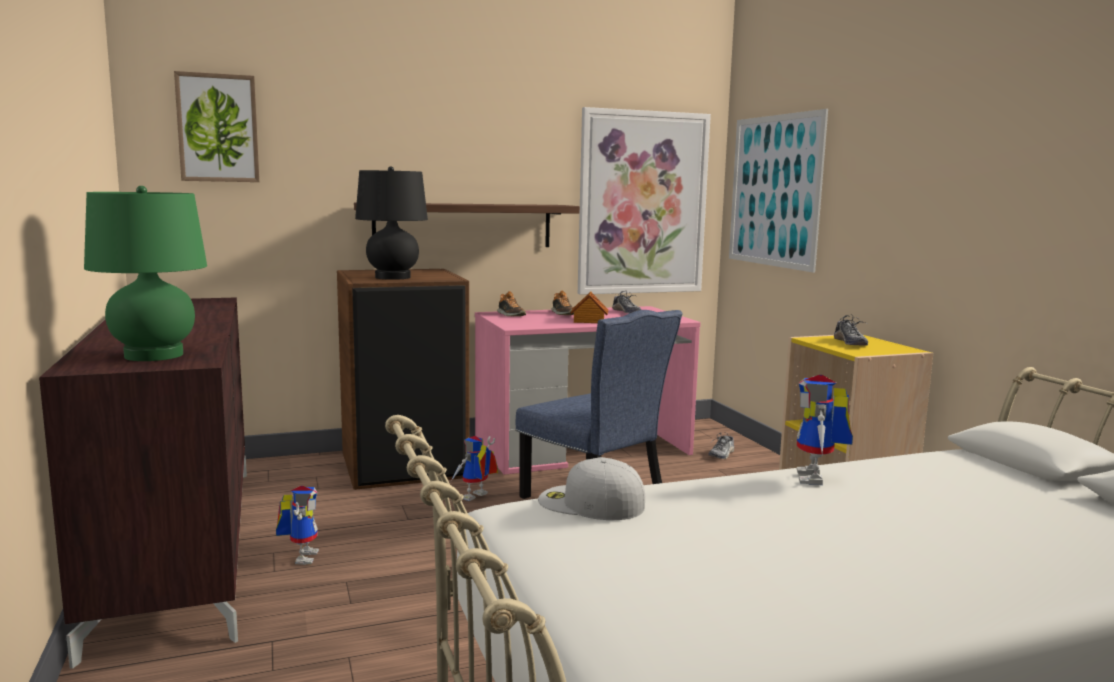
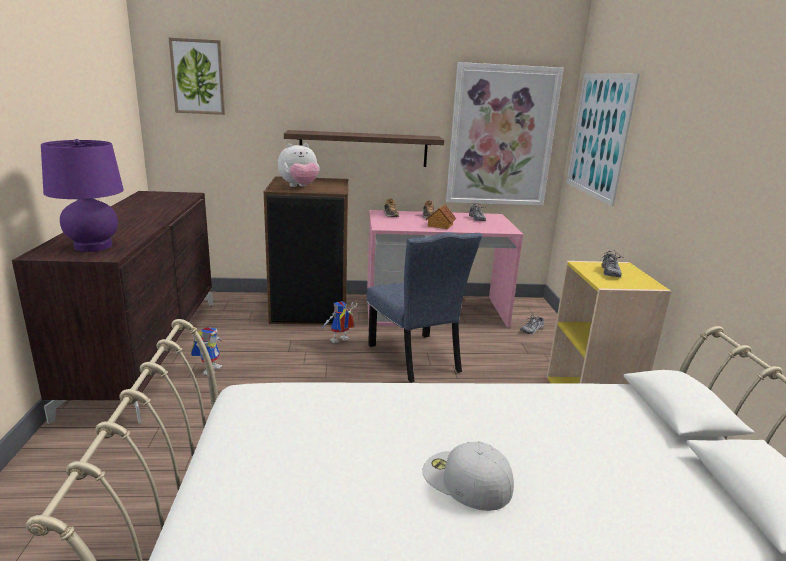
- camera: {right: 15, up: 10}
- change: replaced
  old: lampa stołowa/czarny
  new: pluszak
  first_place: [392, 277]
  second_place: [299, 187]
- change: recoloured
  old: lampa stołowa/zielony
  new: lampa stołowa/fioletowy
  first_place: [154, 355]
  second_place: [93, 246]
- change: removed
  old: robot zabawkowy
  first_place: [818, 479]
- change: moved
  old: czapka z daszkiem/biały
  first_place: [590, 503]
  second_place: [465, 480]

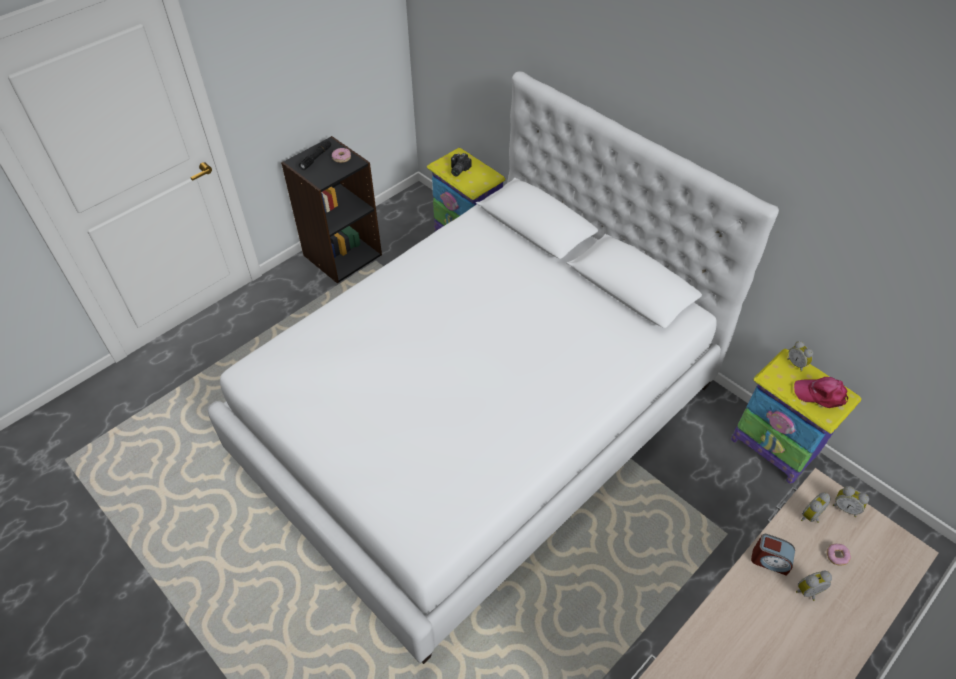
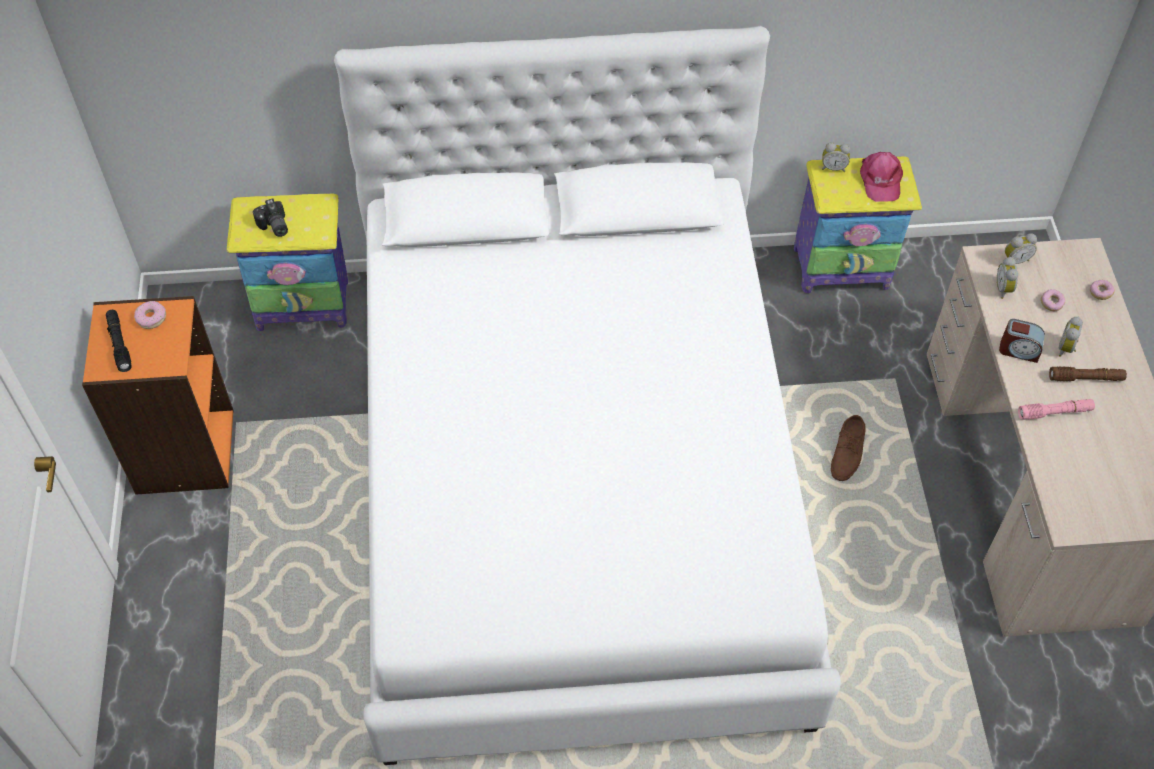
- camera: {right: -50, up: 5}
- change: recoloured
  old: regał/czarny
  new: regał/pomarańczowy
  first_place: [342, 254]
  second_place: [183, 451]
- change: turned
  old: czapka z daszkiem/różowy
  first_place: [821, 394]
  second_place: [880, 180]
  degrees: -60
- change: turned
  old: budzik
  first_place: [769, 560]
  second_place: [1019, 350]
  degrees: 45
- change: added
  new: donut
  second_place: [1100, 293]
- change: added
  new: latarka/brązowy
  second_place: [1086, 378]
- change: added
  new: latarka/różowy
  second_place: [1055, 412]
- change: added
  new: but/brązowy
  second_place: [848, 452]

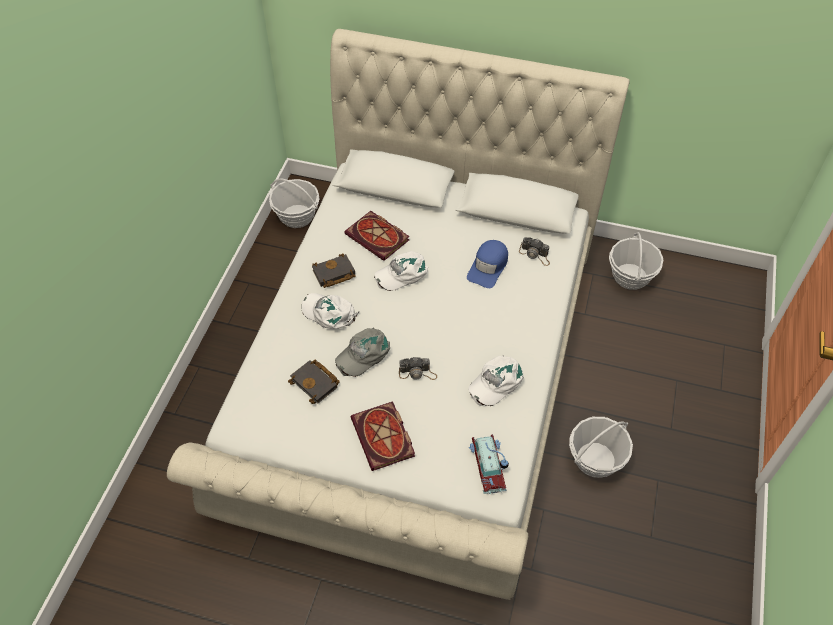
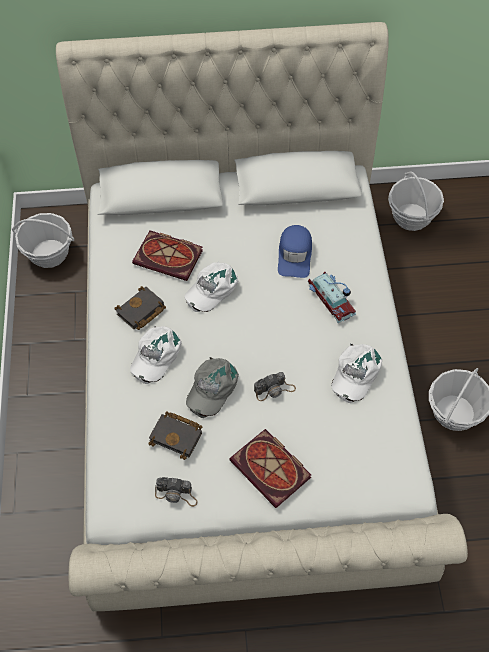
- camera: {right: -20, up: 5}
- change: moved
  old: aparat fotograficzny
  first_place: [535, 255]
  second_place: [176, 494]
- change: turned
  old: czapka z daszkiem/biały
  first_place: [329, 313]
  second_place: [155, 355]
  degrees: -75
- change: moved
  old: samochodzik
  first_place: [489, 464]
  second_place: [332, 298]

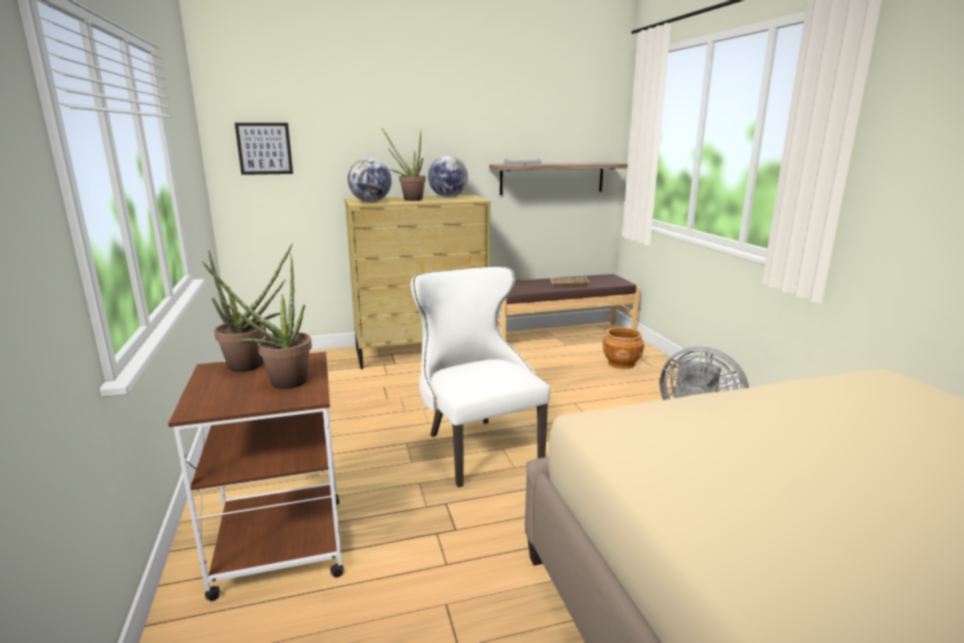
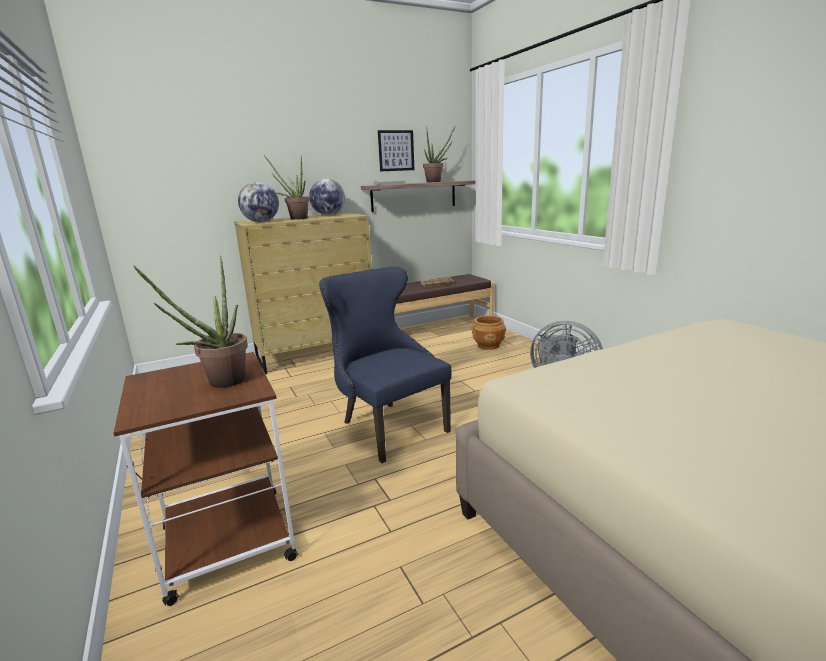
- camera: {right: -10, up: 0}
- change: moved
  old: obraz
  first_place: [264, 148]
  second_place: [396, 150]
- change: moved
  old: roślina doniczkowa
  first_place: [254, 365]
  second_place: [436, 182]
- change: recoloured
  old: krzesło/biały
  new: krzesło/niebieski
  first_place: [477, 447]
  second_place: [389, 427]

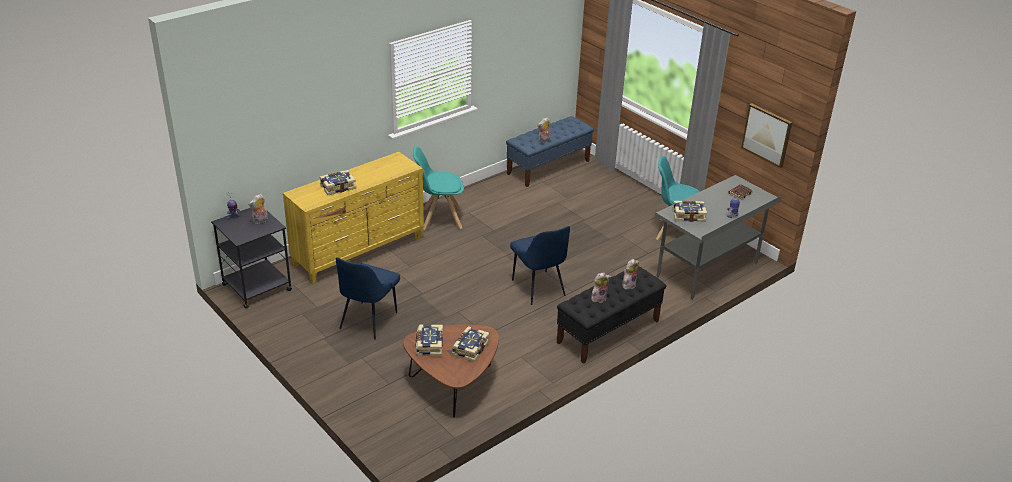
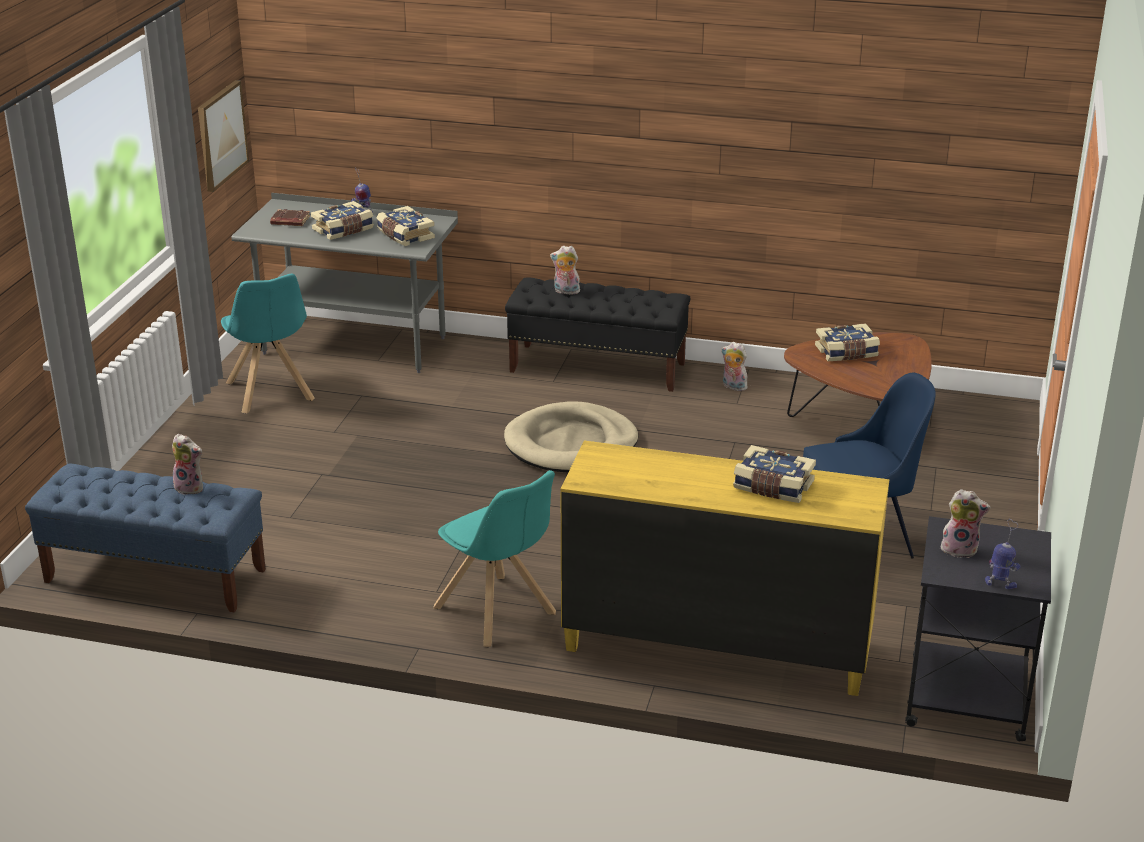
- camera: {right: -125, up: -5}
- change: replaced
  old: krzesło/niebieski
  new: legowisko/beżowy
  first_place: [539, 288]
  second_place: [571, 444]
- change: moved
  old: pluszak
  first_place: [599, 298]
  second_place: [733, 387]
- change: moved
  old: książka
  first_place: [429, 345]
  second_place: [343, 230]

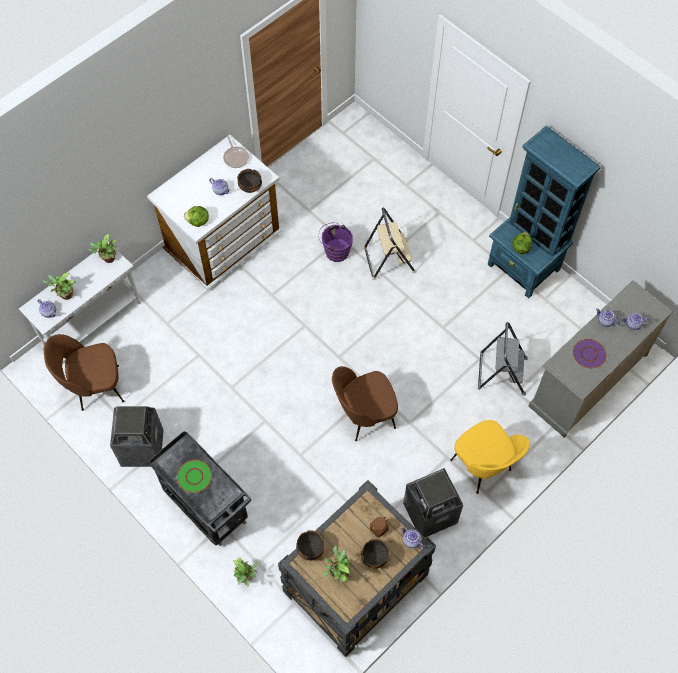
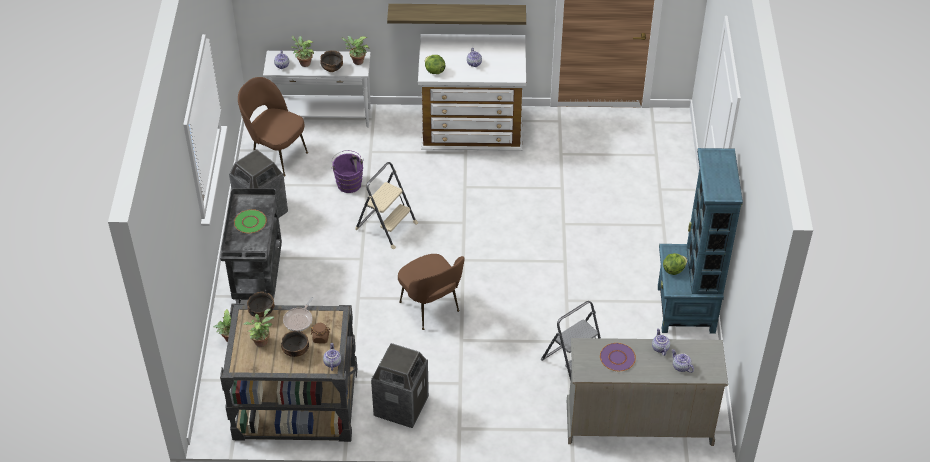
- camera: {right: 45, up: -15}
- change: moved
  old: patelnia
  first_place: [235, 157]
  second_place: [299, 320]
- change: moved
  old: miska
  first_place: [250, 187]
  second_place: [332, 69]
- change: moved
  old: drabinka/beżowy
  first_place: [387, 259]
  second_place: [384, 225]
- change: moved
  old: wiadro/fioletowy
  first_place: [335, 251]
  second_place: [349, 182]
- change: turned
  old: krzesło/brązowy
  first_place: [363, 417]
  second_place: [431, 310]
  degrees: -150
- change: removed
  old: krzesło/żółty
  first_place: [483, 469]
- change: added
  new: półka
  second_place: [457, 13]

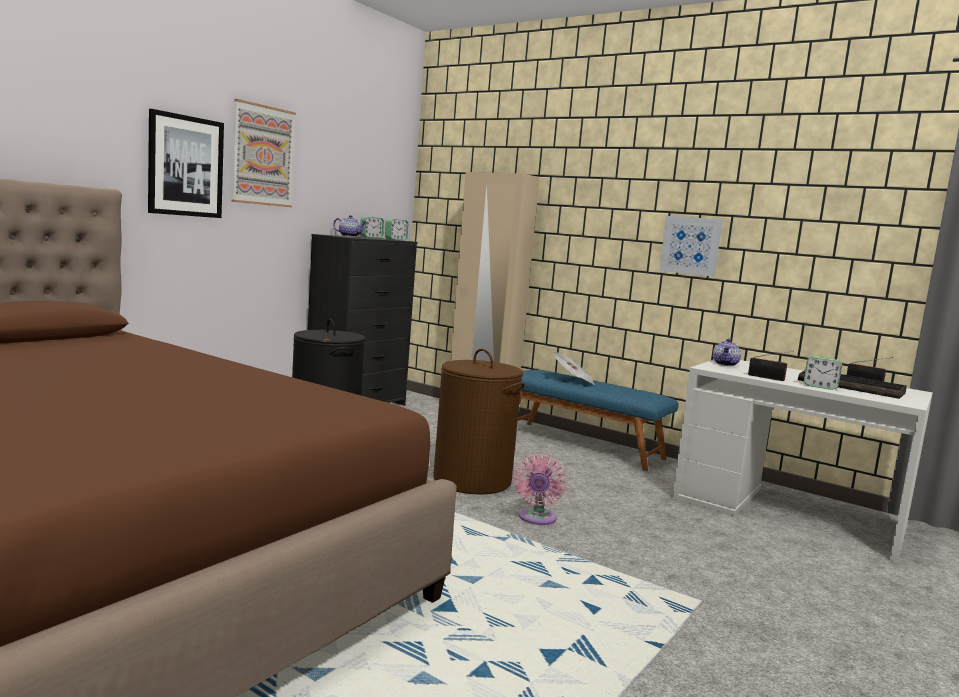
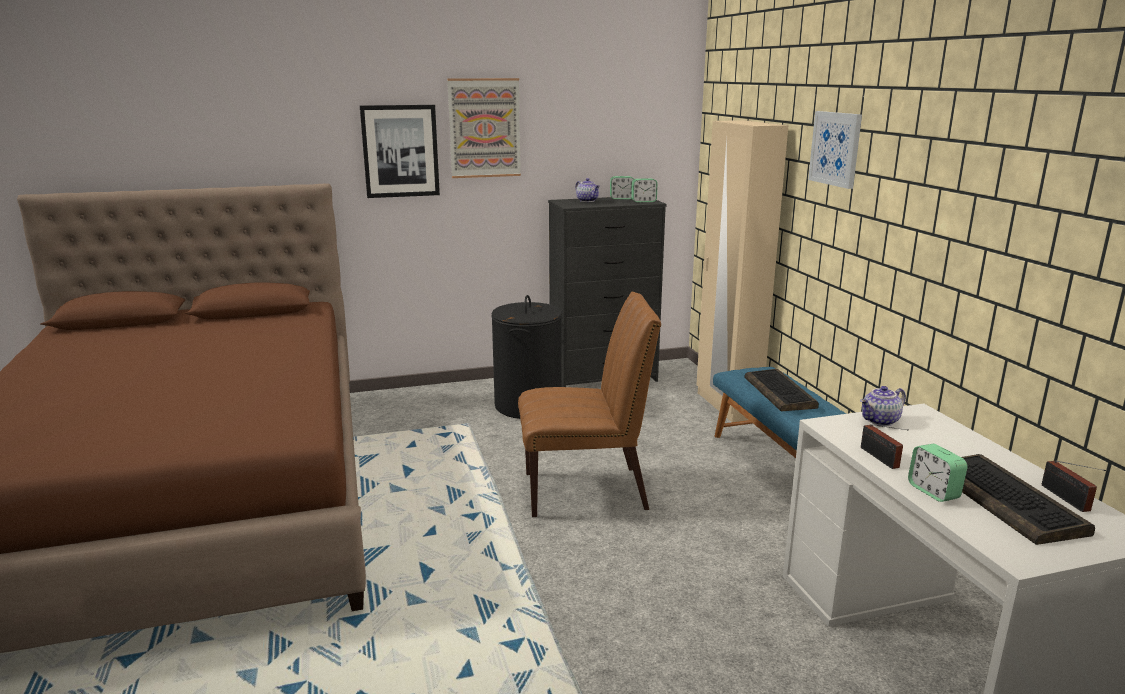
- camera: {right: 40, up: 10}
- change: moved
  old: obraz
  first_place: [690, 245]
  second_place: [836, 148]
- change: replaced
  old: kosz na pranie/brązowy
  new: krzesło/brązowy
  first_place: [472, 480]
  second_place: [584, 491]
- change: replaced
  old: gazeta
  new: klawiatura
  first_place: [573, 380]
  second_place: [780, 392]
- change: removed
  old: wentylator/różowy
  first_place: [536, 519]

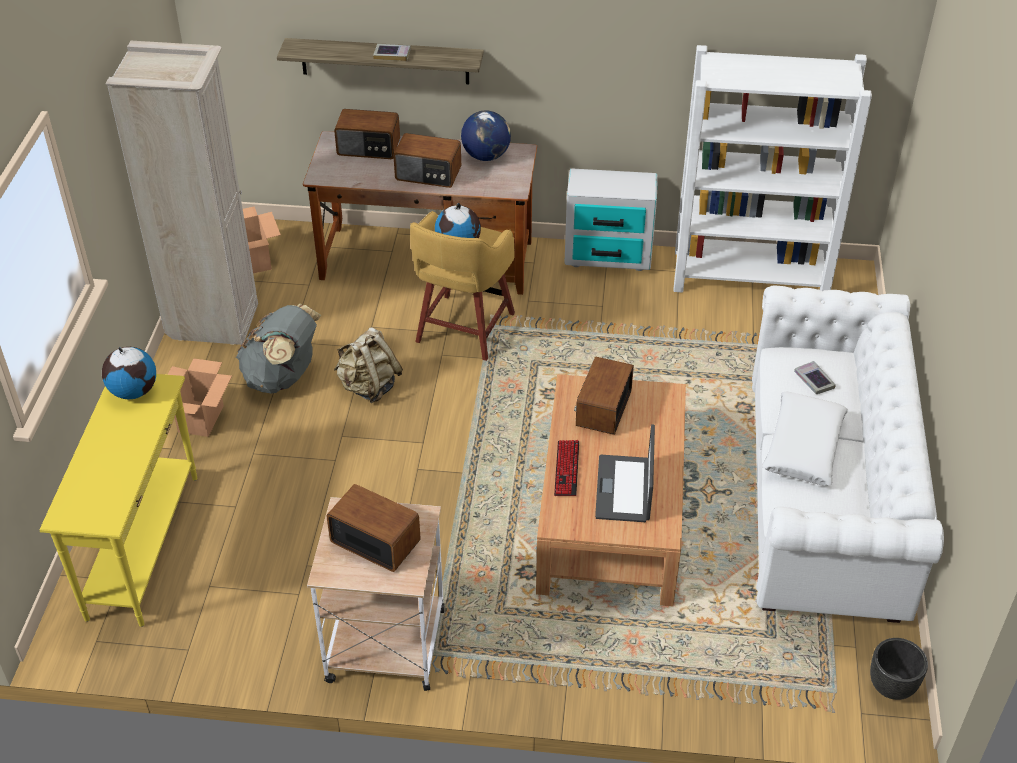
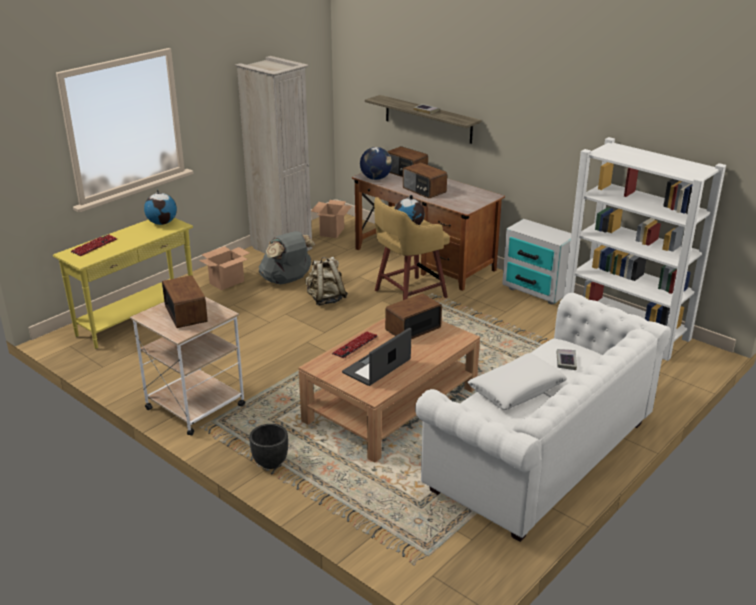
- camera: {right: 35, up: -15}
- change: moved
  old: globus
  first_place: [486, 156]
  second_place: [376, 178]
- change: moved
  old: donica/czarny
  first_place: [892, 687]
  second_place: [270, 463]
- change: added
  new: klawiatura
  second_place: [94, 246]

